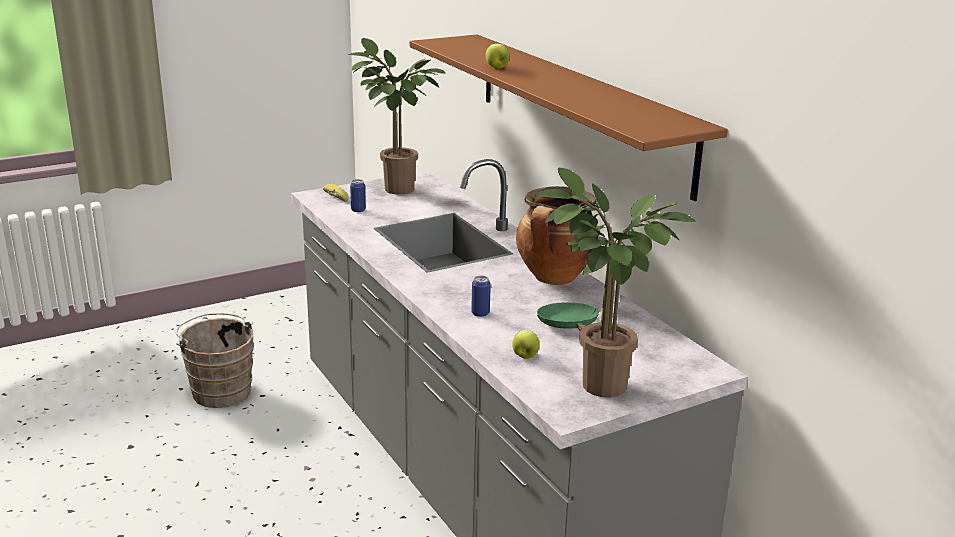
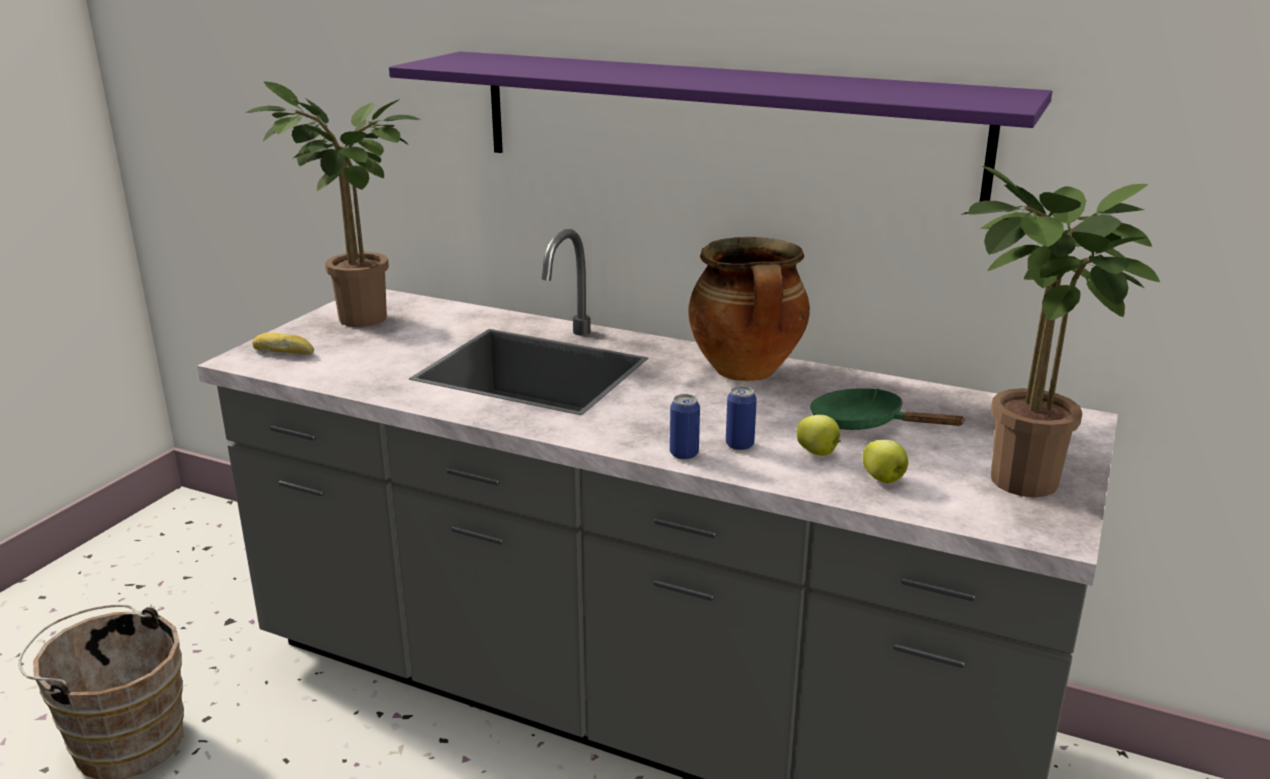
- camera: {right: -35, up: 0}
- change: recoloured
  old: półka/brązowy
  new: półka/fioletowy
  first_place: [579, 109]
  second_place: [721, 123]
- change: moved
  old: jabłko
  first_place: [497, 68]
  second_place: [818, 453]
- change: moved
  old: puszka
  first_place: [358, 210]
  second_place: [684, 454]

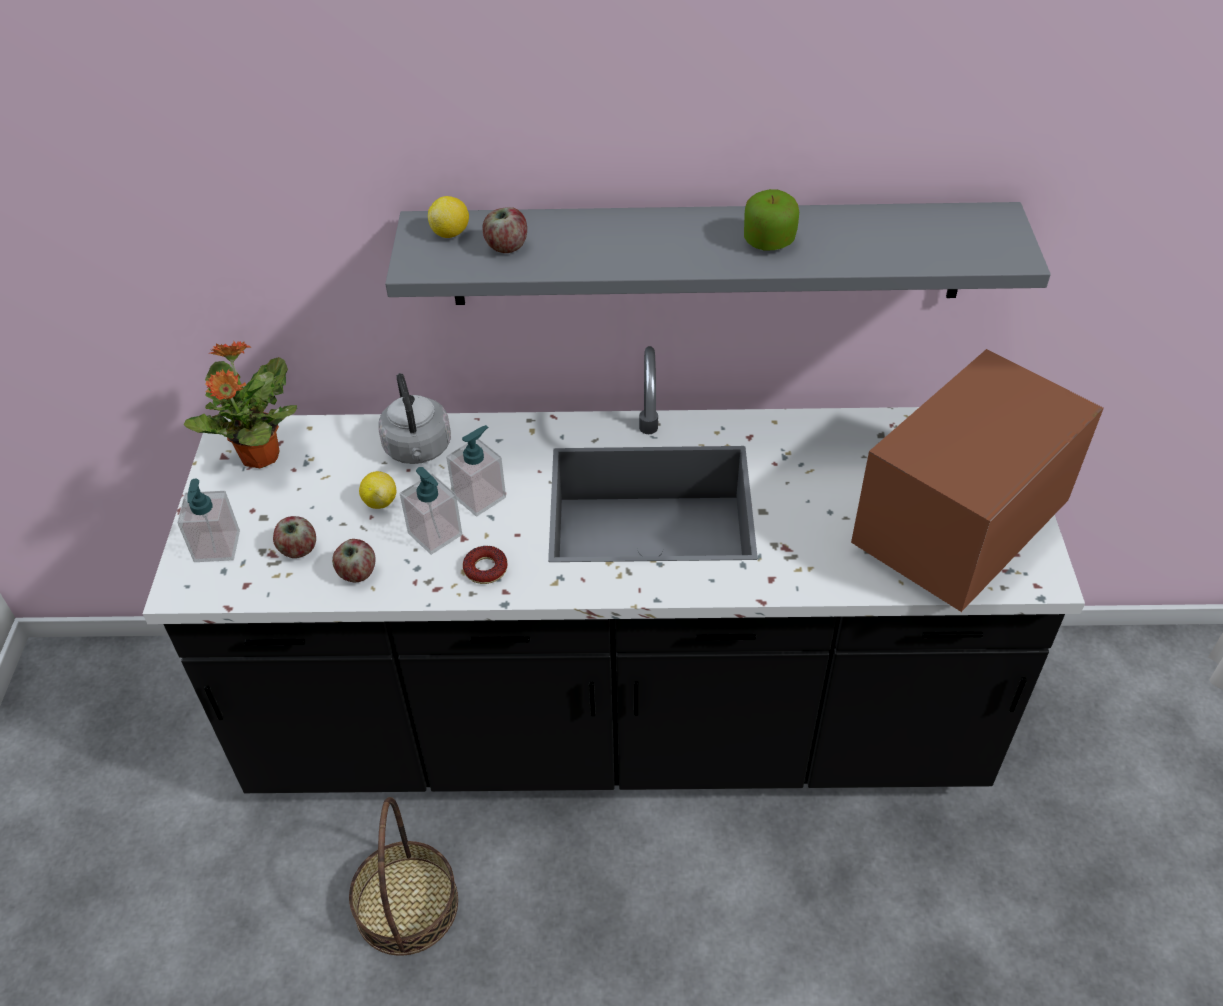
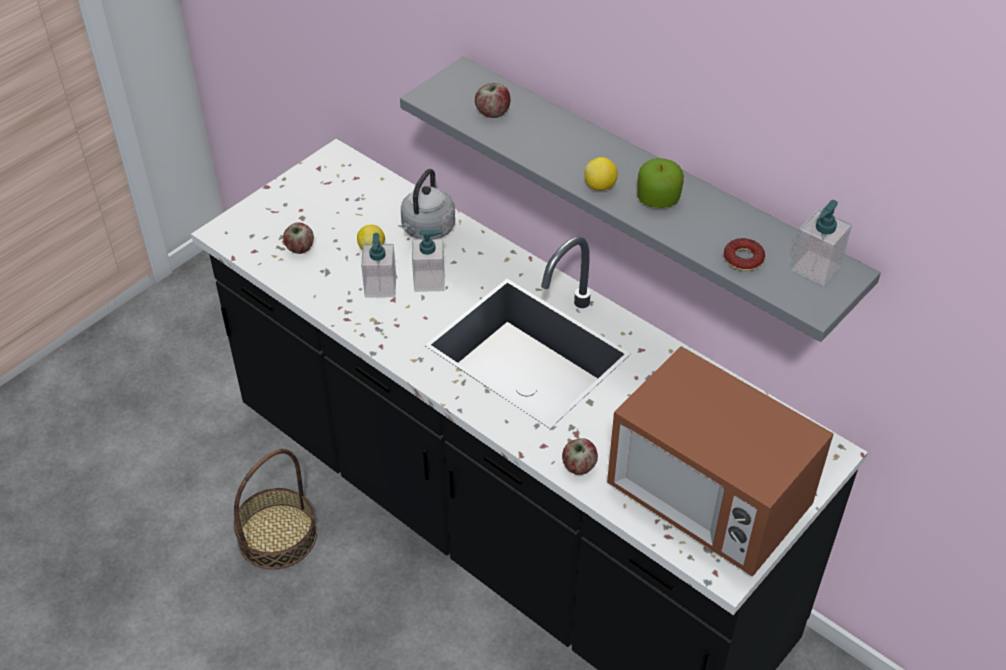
- camera: {right: 40, up: 0}
- change: moved
  old: cytryna
  first_place: [451, 233]
  second_place: [600, 186]
- change: removed
  old: roślina doniczkowa
  first_place: [259, 457]
- change: turned
  old: mikrofalówka
  first_place: [957, 529]
  second_place: [707, 500]
  degrees: -135
- change: moved
  old: dozownik mydła
  first_place: [217, 546]
  second_place: [815, 268]
- change: moved
  old: jabłko
  first_place: [357, 573]
  second_place: [578, 466]
- change: moved
  old: donut
  first_place: [485, 569]
  second_place: [743, 259]

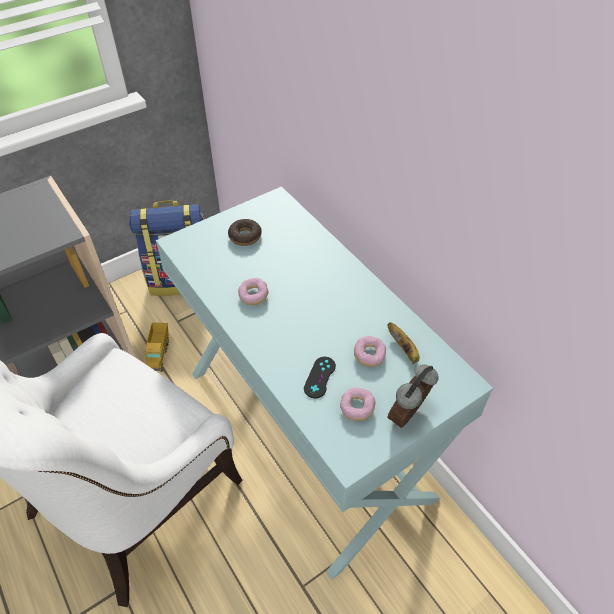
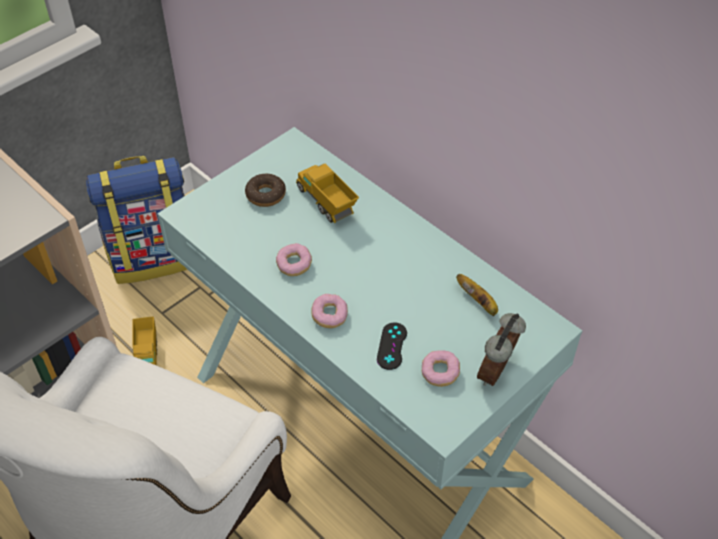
- camera: {right: -10, up: 0}
- change: moved
  old: donut
  first_place: [369, 356]
  second_place: [329, 316]
- change: added
  new: ciężarówka zabawkowa
  second_place: [326, 204]

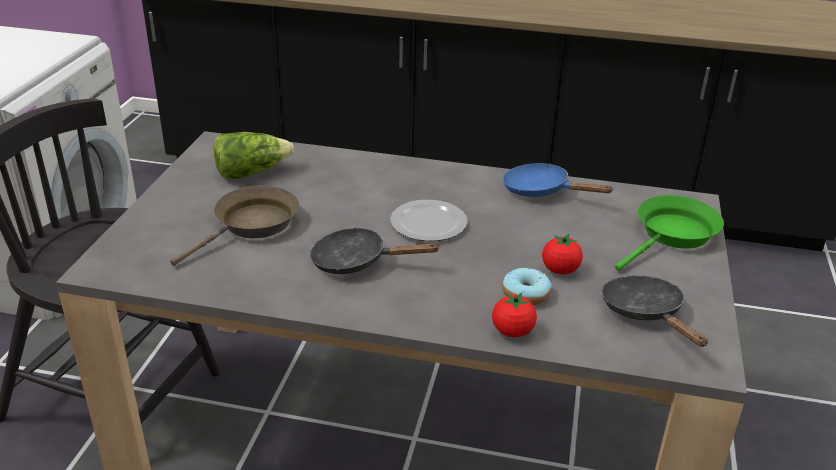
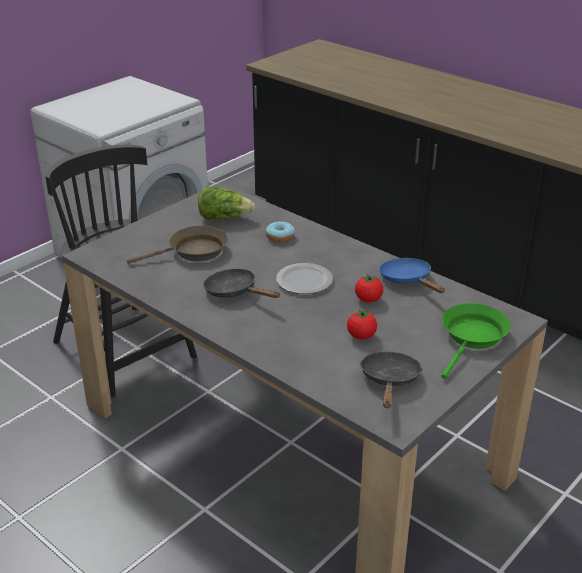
- camera: {right: 30, up: 0}
- change: turned
  old: patelnia/zielony
  first_place: [673, 235]
  second_place: [472, 337]
  degrees: -45
- change: moved
  old: donut
  first_place: [526, 294]
  second_place: [280, 237]
- change: moved
  old: pomidor
  first_place: [512, 331]
  second_place: [368, 299]

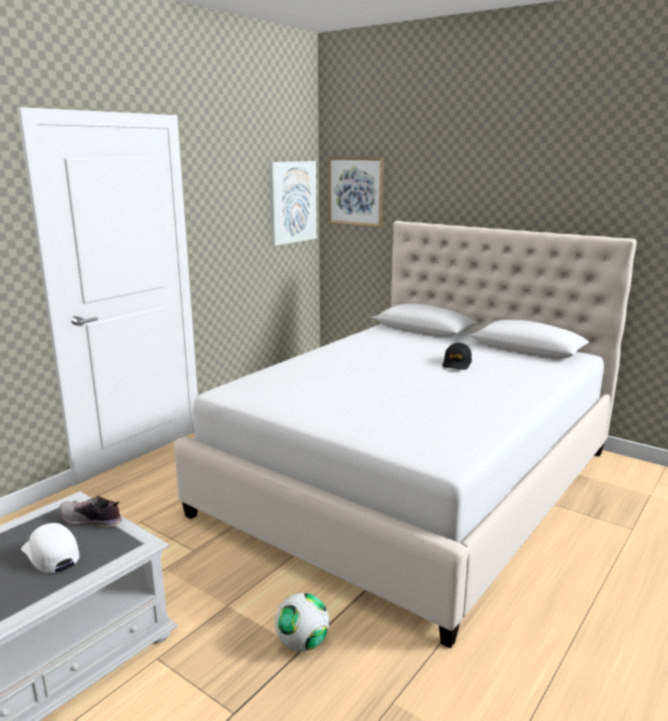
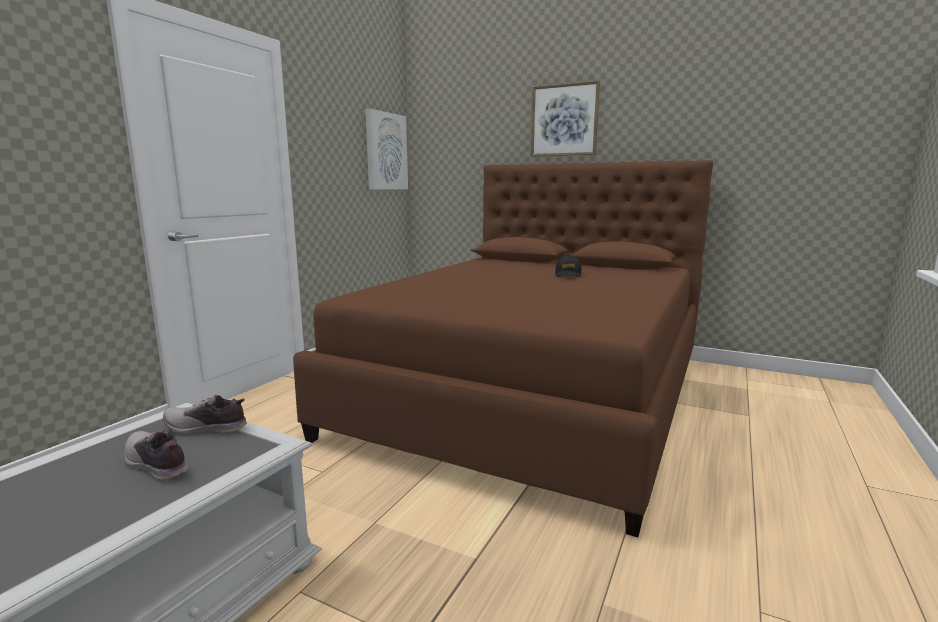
- camera: {right: -10, up: -5}
- change: moved
  old: obraz
  first_place: [356, 191]
  second_place: [564, 120]
- change: recoloured
  old: łóżko/biały
  new: łóżko/brązowy
  first_place: [413, 482]
  second_place: [532, 394]
- change: replaced
  old: czapka z daszkiem/biały
  new: but
  first_place: [51, 554]
  second_place: [156, 465]
- change: removed
  old: piłka futbolowa
  first_place: [302, 643]

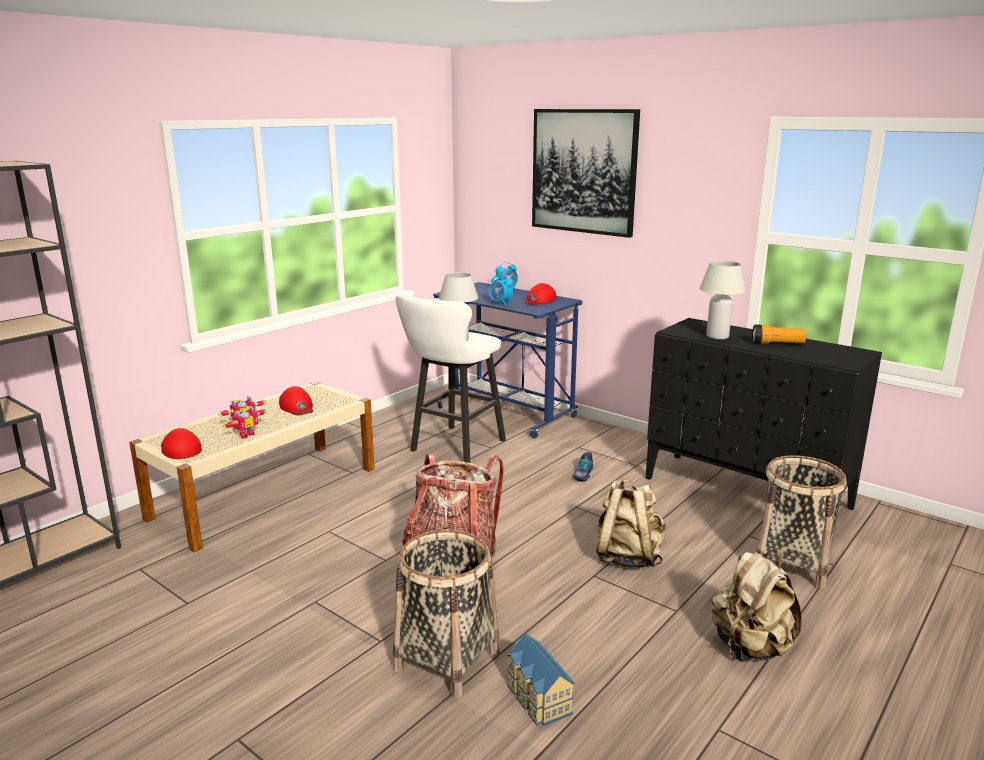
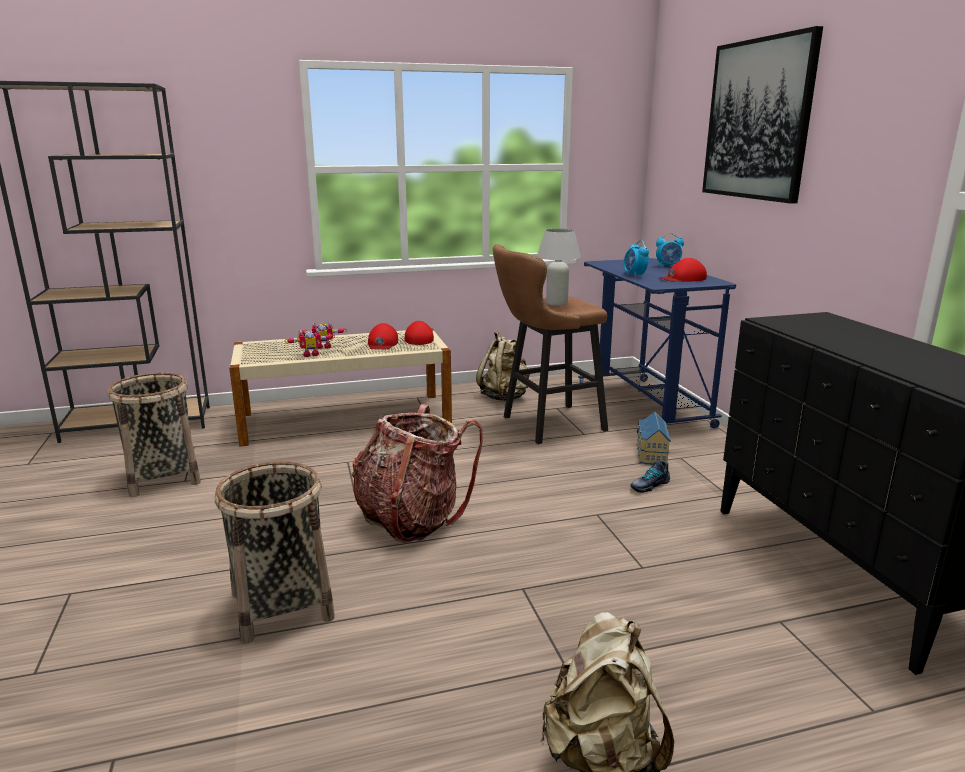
- camera: {right: 35, up: 0}
- change: removed
  old: lampa stołowa/biały
  first_place: [717, 336]
- change: recoloured
  old: stołek/biały
  new: stołek/brązowy
  first_place: [452, 449]
  second_place: [543, 425]
- change: removed
  old: latarka
  first_place: [777, 344]
- change: moved
  old: czapka z daszkiem/czerwony
  first_place: [180, 449]
  second_place: [419, 338]
- change: moved
  old: koszyk
  first_place: [792, 564]
  second_place: [163, 477]
- change: moved
  old: plecak/beżowy
  first_place: [627, 557]
  second_place: [505, 397]
- change: moved
  old: domek
  first_place: [537, 699]
  second_place: [650, 454]

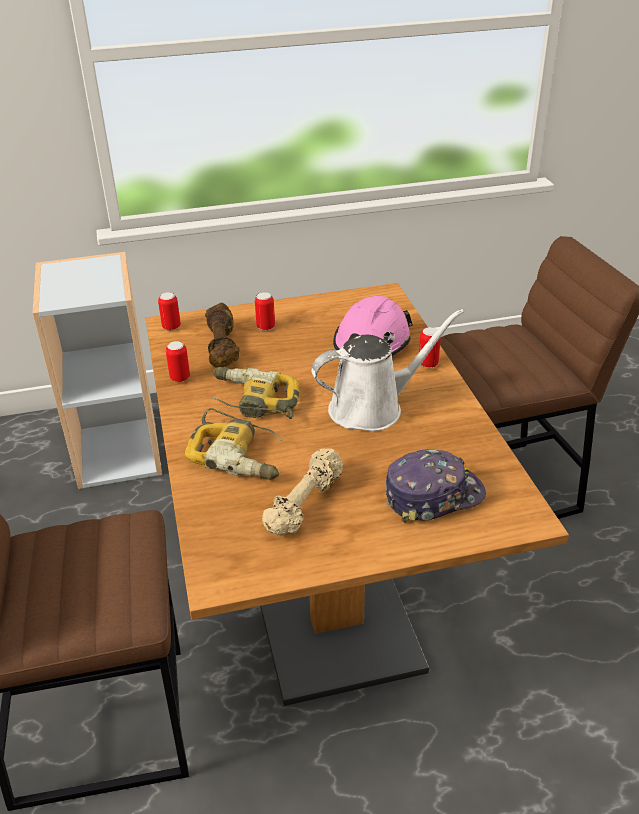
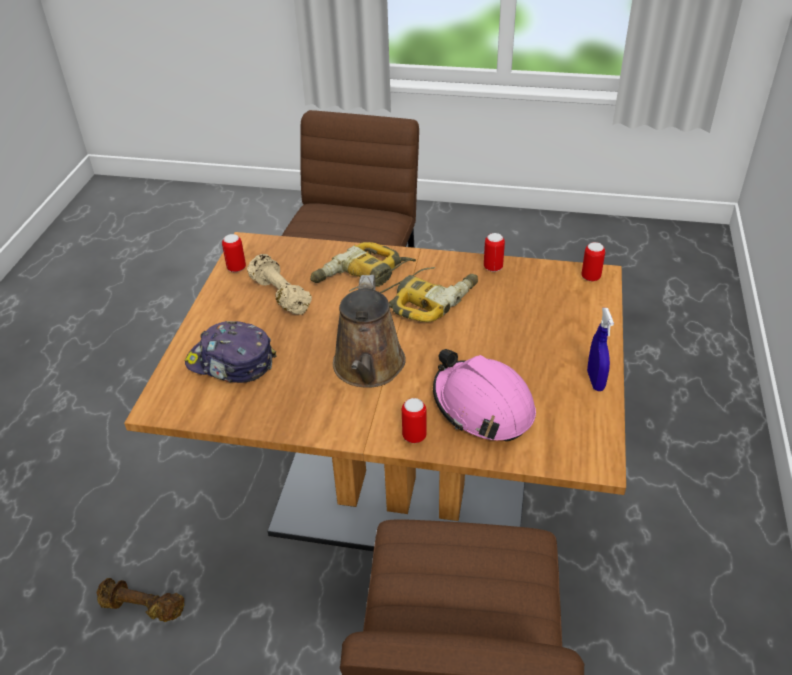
- camera: {right: 115, up: 5}
- change: removed
  old: regał
  first_place: [118, 450]
- change: moved
  old: puszka
  first_place: [266, 327]
  second_place: [236, 268]
- change: moved
  old: hantel/brązowy
  first_place: [223, 347]
  second_place: [141, 608]
- change: recoloured
  old: konewka/biały
  new: konewka/brązowy
  first_place: [372, 408]
  second_place: [368, 368]
- change: turned
  old: czapka z daszkiem
  first_place: [433, 495]
  second_place: [231, 363]
  degrees: 105
- change: added
  new: spryskiwacz/niebieski
  second_place: [595, 381]

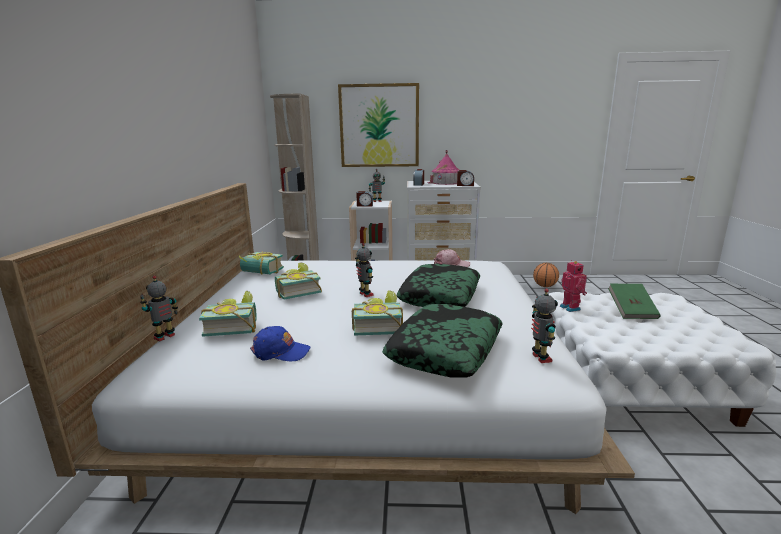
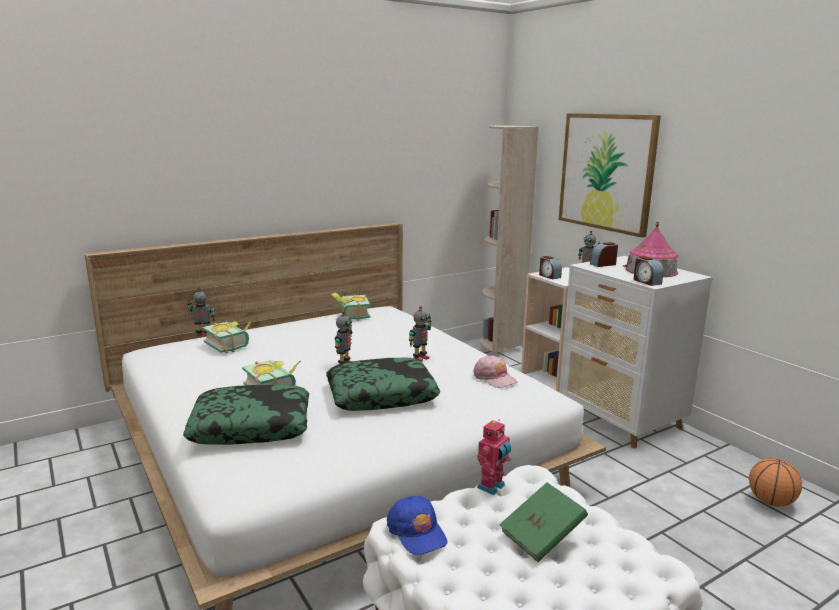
- camera: {right: 55, up: 0}
- change: removed
  old: książka
  first_place: [297, 292]
- change: moved
  old: robot zabawkowy
  first_place: [540, 358]
  second_place: [420, 358]
- change: moved
  old: czapka z daszkiem/niebieski
  first_place: [280, 351]
  second_place: [417, 532]

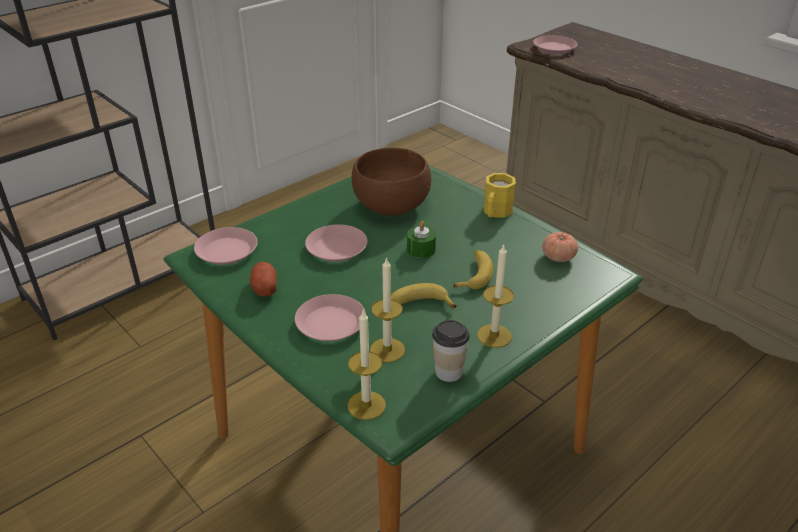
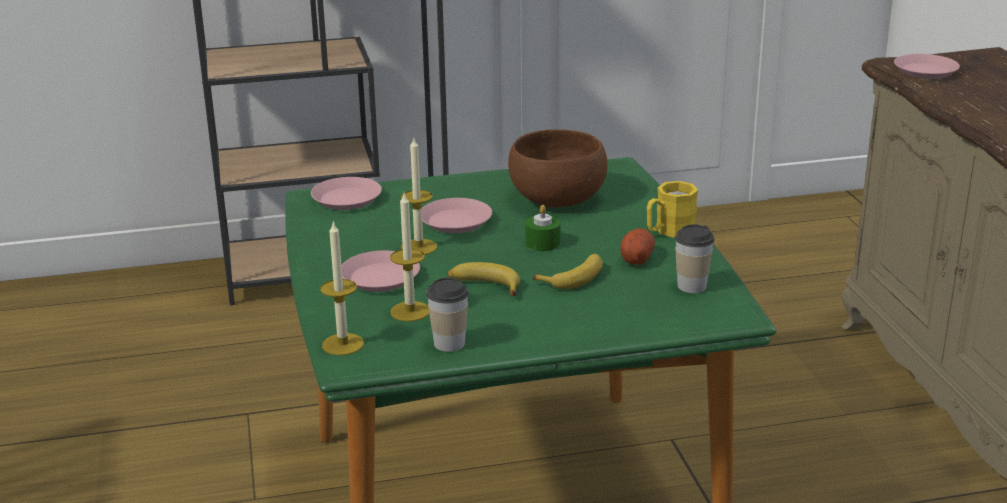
- camera: {right: 30, up: -10}
- change: replaced
  old: pomidor
  new: filiżanka
  first_place: [558, 257]
  second_place: [691, 286]
- change: moved
  old: świeca
  first_place: [494, 336]
  second_place: [419, 247]
- change: moved
  old: ziemniak
  first_place: [264, 288]
  second_place: [636, 258]

